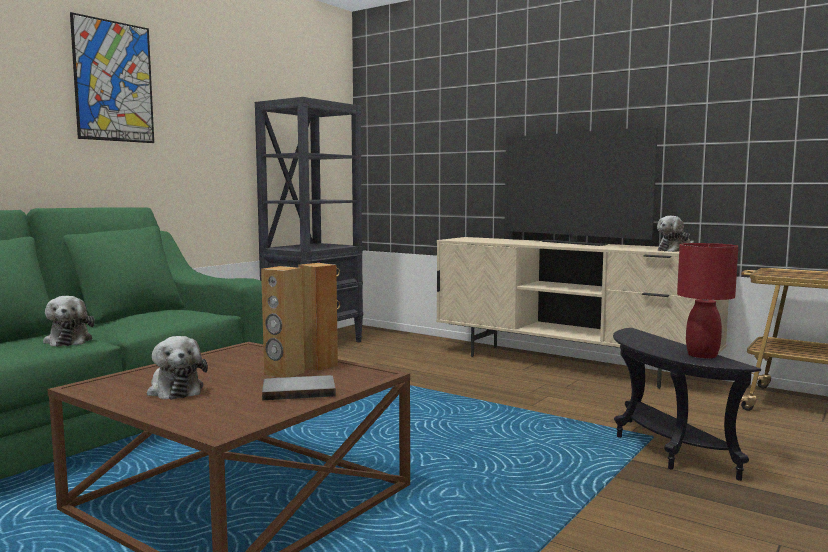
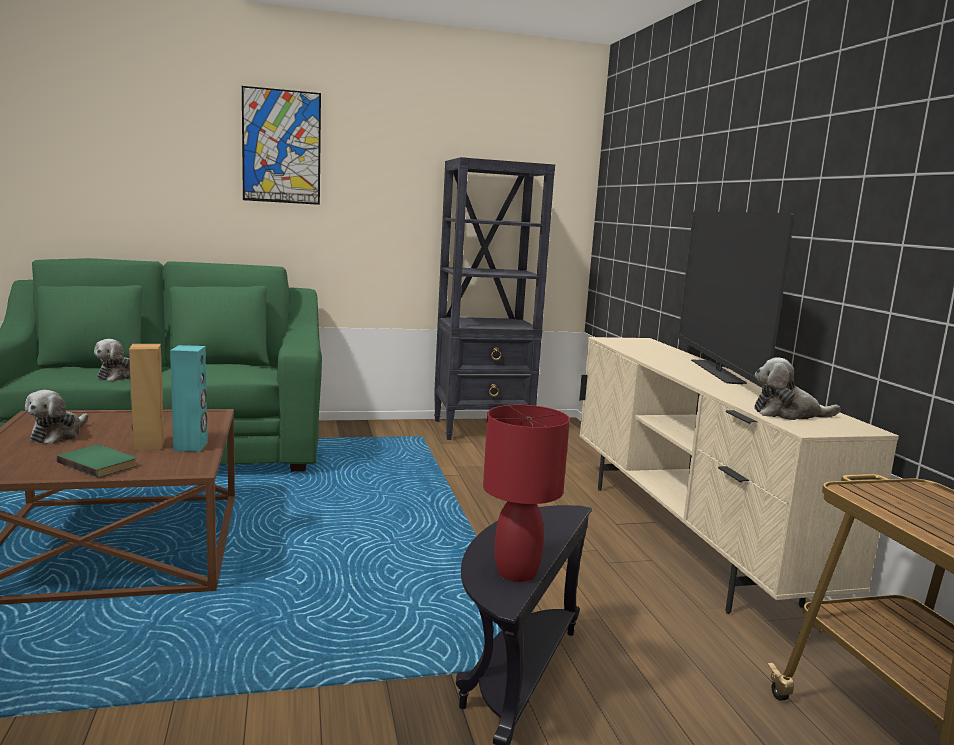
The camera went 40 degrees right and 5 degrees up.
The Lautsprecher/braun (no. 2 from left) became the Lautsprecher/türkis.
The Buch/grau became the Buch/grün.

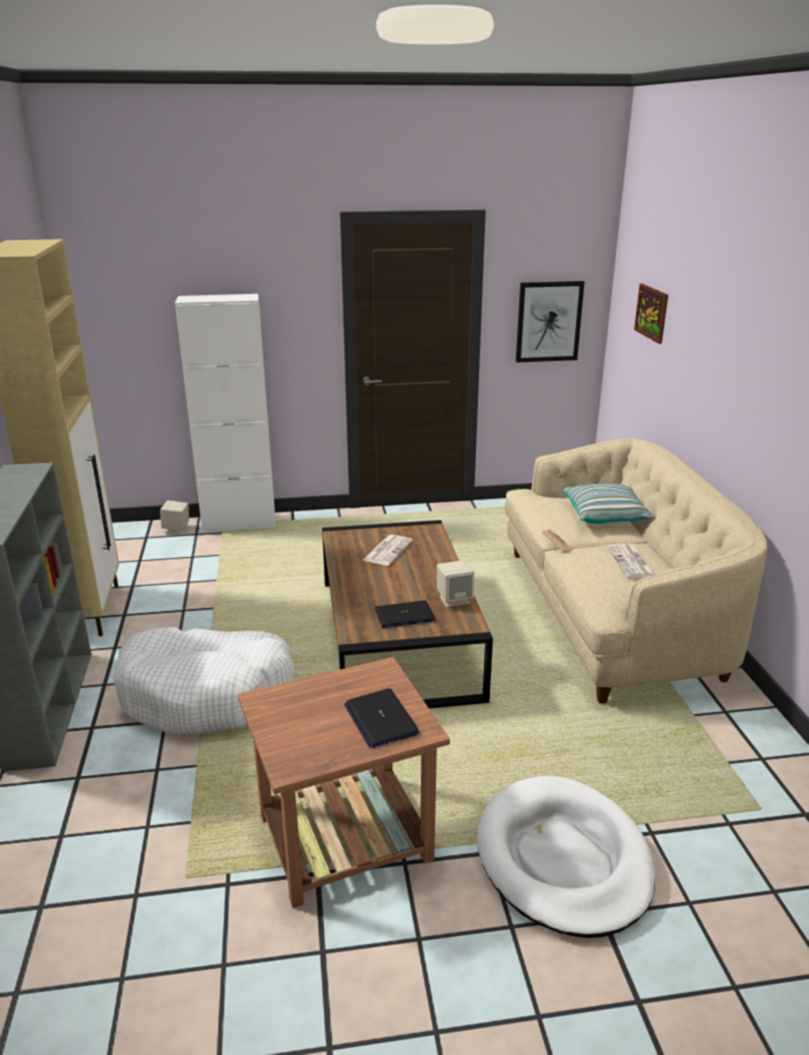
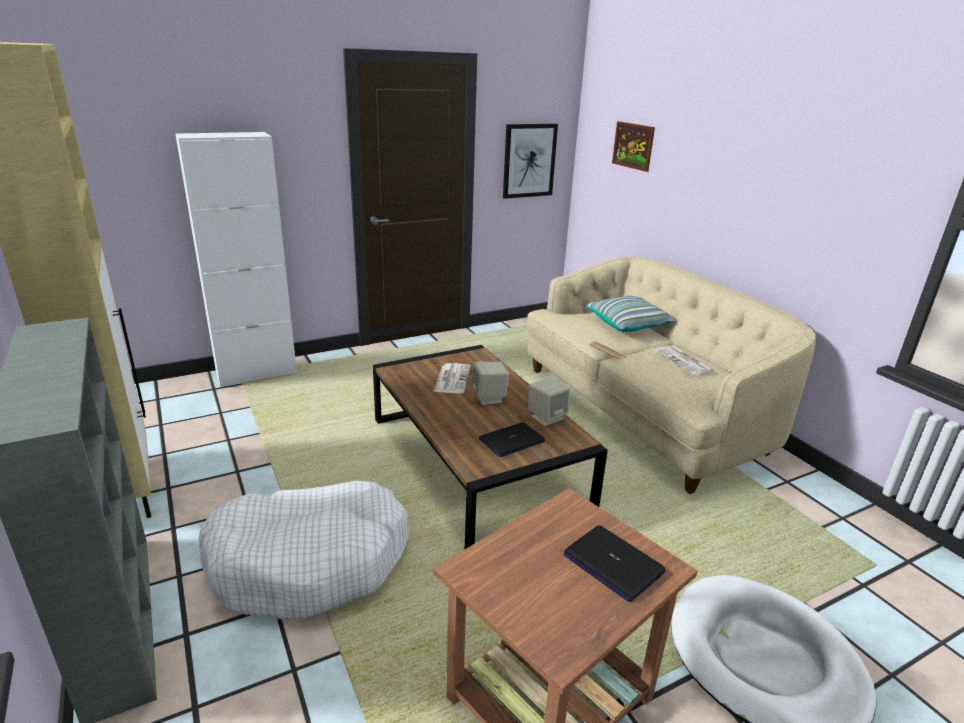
The camera went 20 degrees left and 0 degrees up.
The Lautsprecher/beige (no. 1 from left) moved.

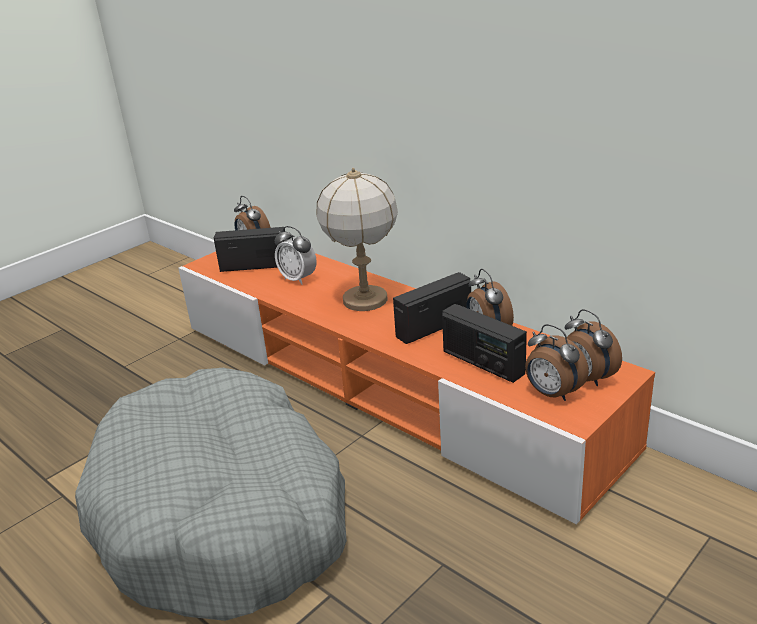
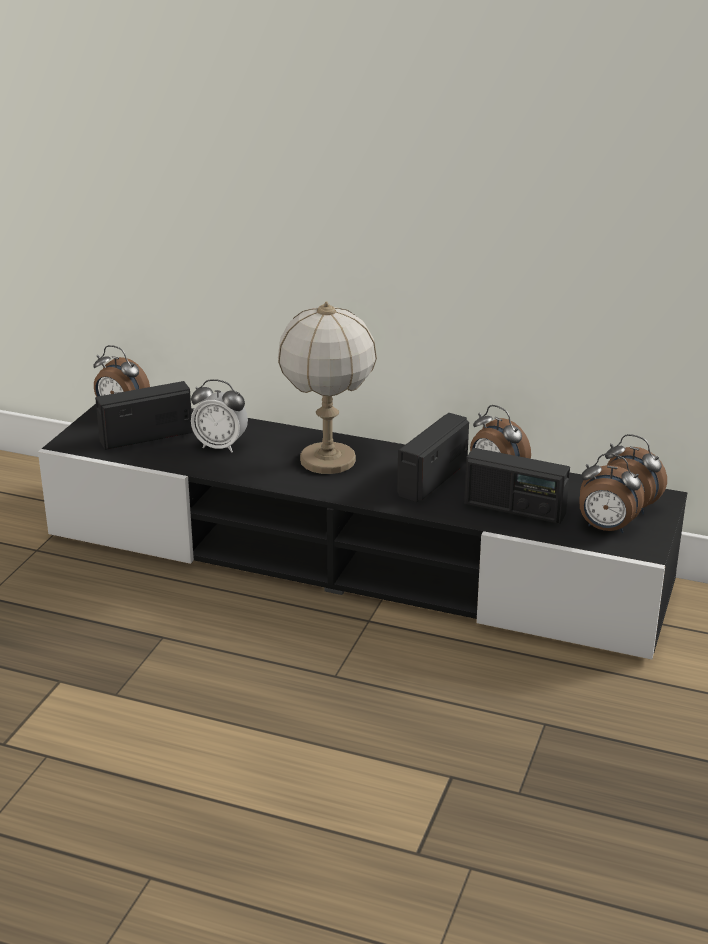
The camera went 25 degrees left and 0 degrees up.
The Fernsehschrank/orange became the Fernsehschrank/schwarz.
The Hundebett/grau disappeared.

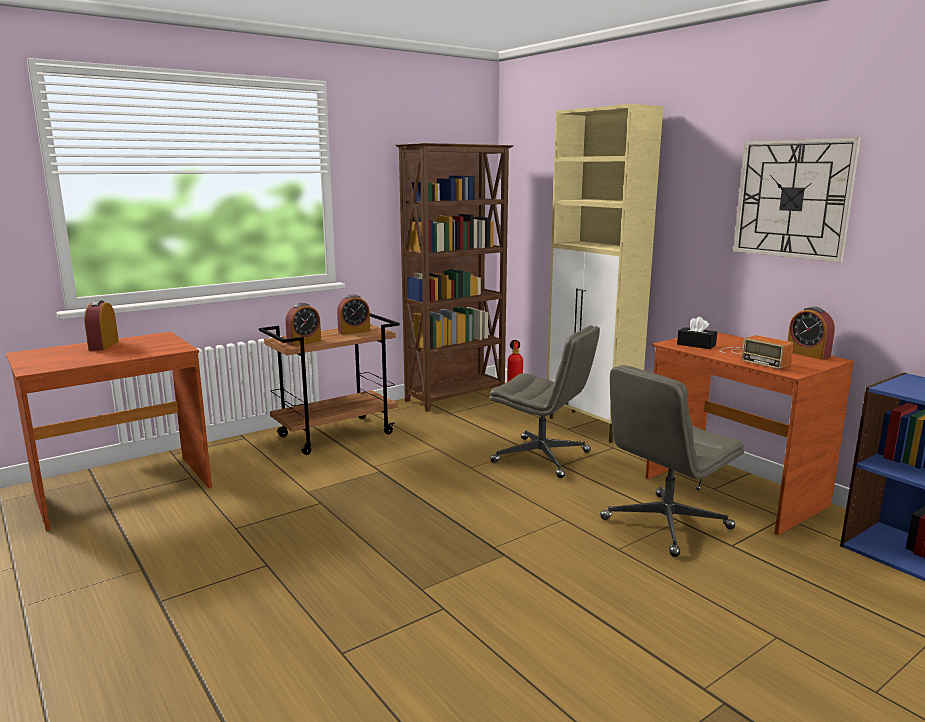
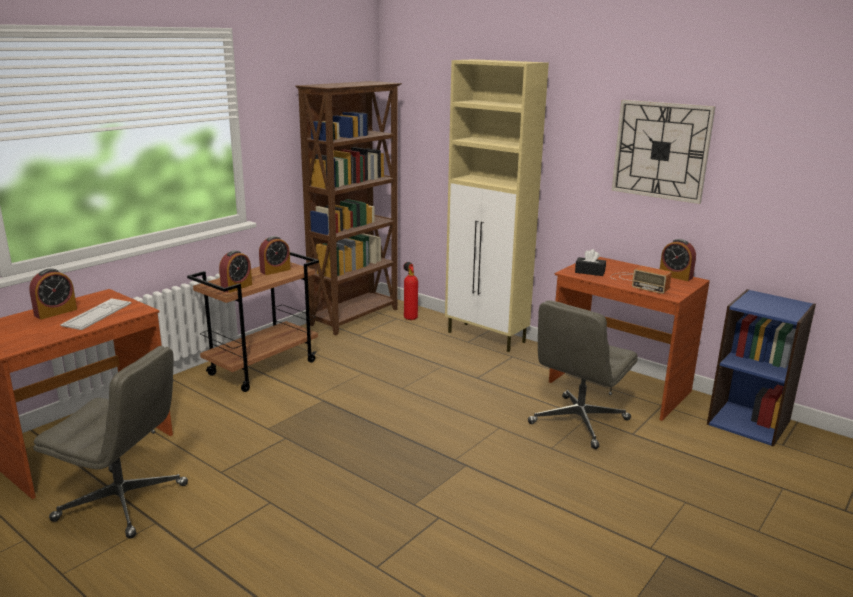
The camera went 15 degrees left and 5 degrees up.
The Wecker (no. 1 from left) turned 120 degrees counterclockwise.
The Bürostuhl/grau (no. 1 from left) moved.
The Tastatur appeared.

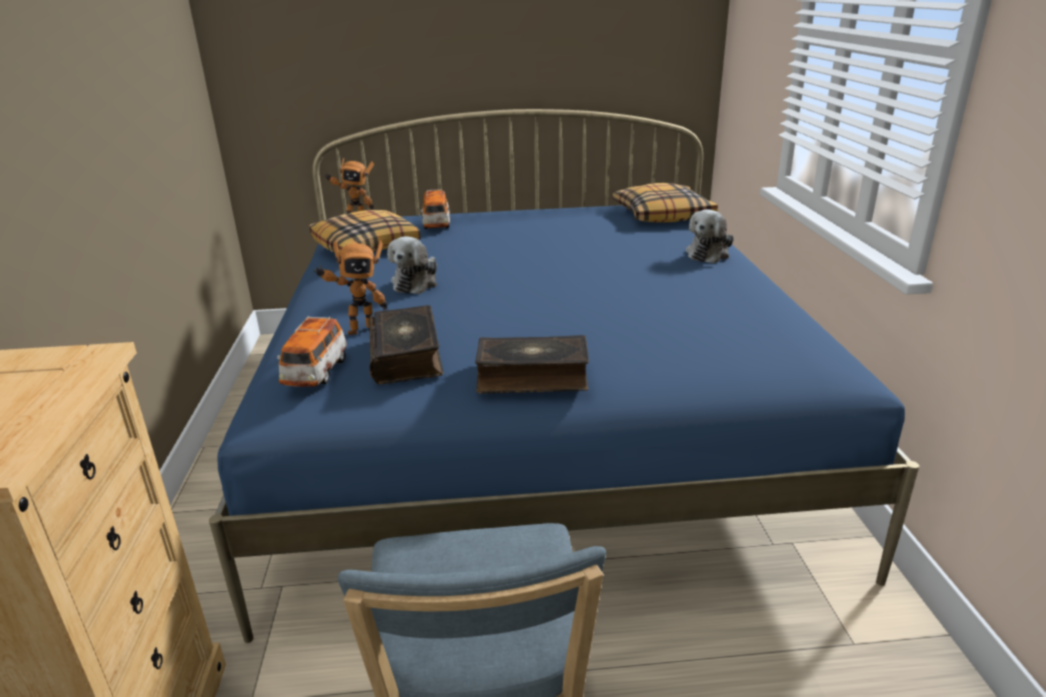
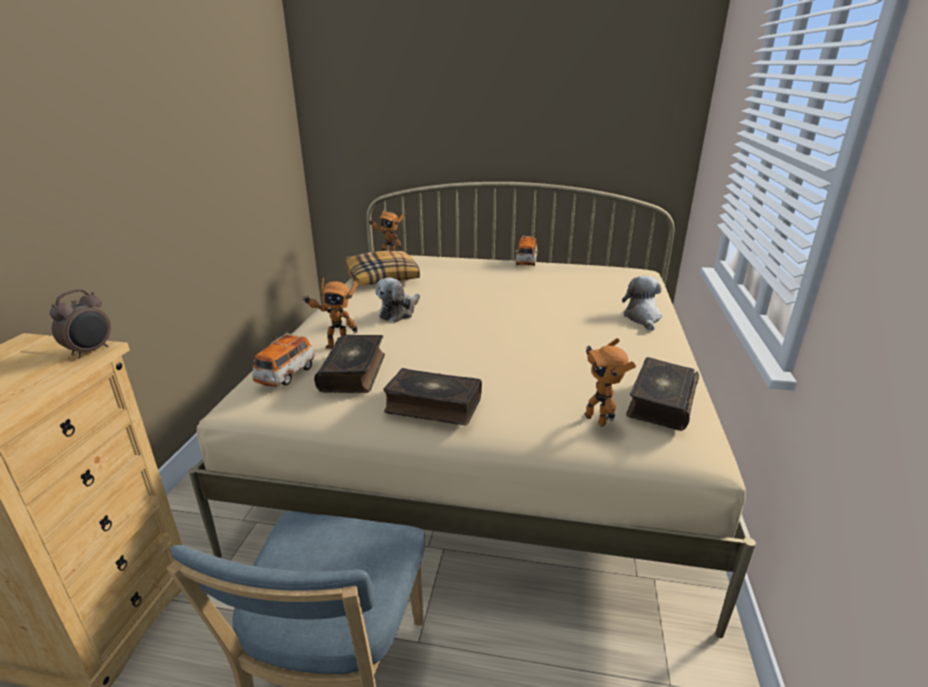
The camera went 15 degrees right and 0 degrees up.
The Bett/blau became the Bett/beige.
The Kissen (no. 2 from left) disappeared.
The Spielzeugauto (no. 2 from left) moved.
The Plüschtier (no. 2 from left) turned 135 degrees clockwise.
The Wecker appeared.
The Spielzeugroboter (no. 3 from left) appeared.
The Buch (no. 3 from left) appeared.

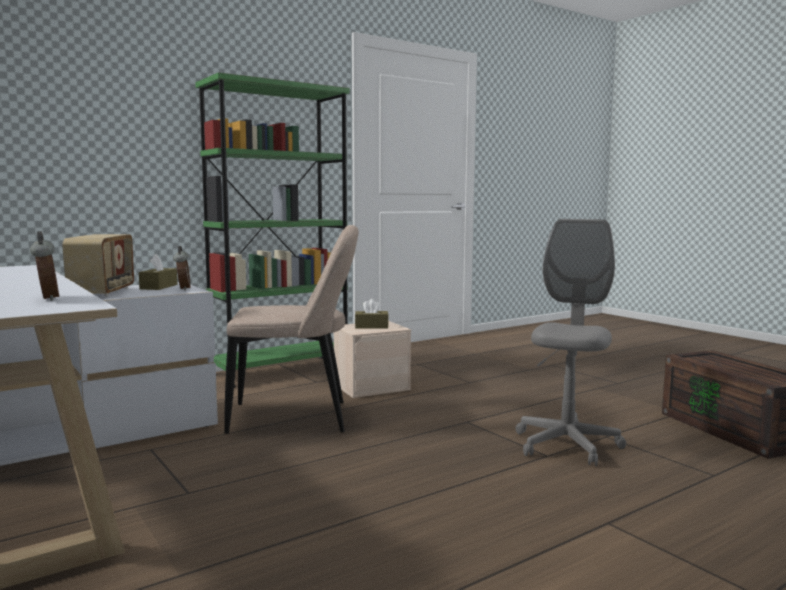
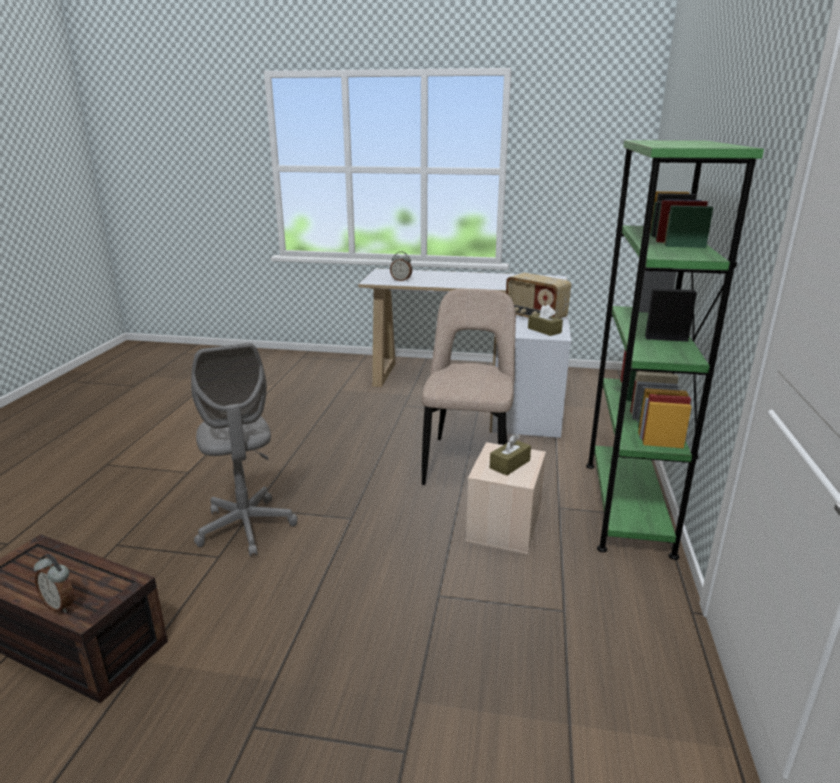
The camera went 135 degrees right and 15 degrees up.
The Stuhl/beige turned 150 degrees clockwise.
The Wecker (no. 2 from left in the first image) moved.

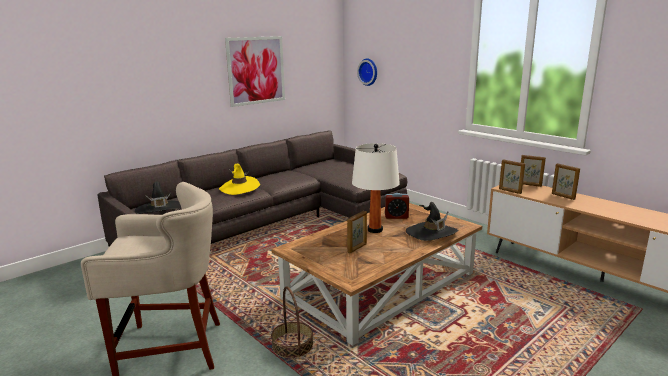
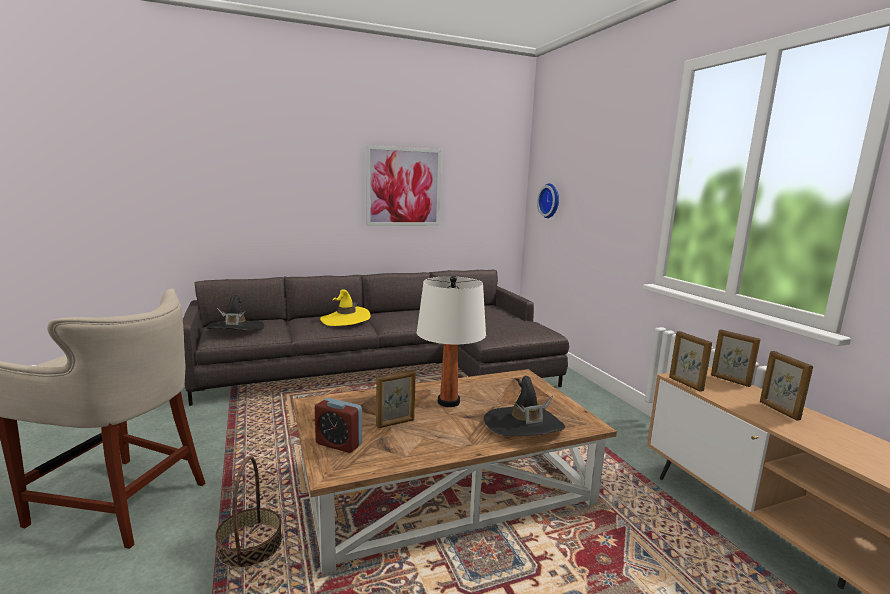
The camera went 20 degrees right and 5 degrees down.
The Wecker moved.

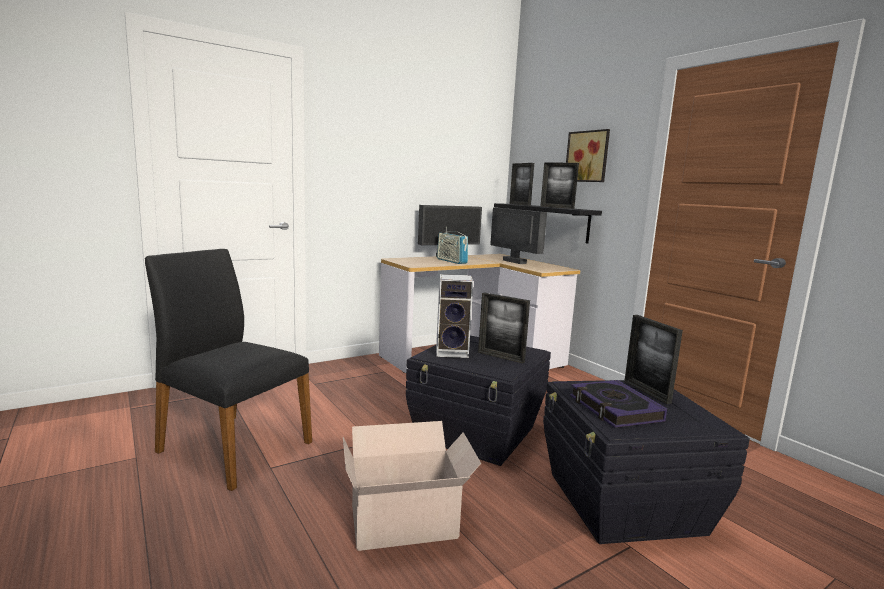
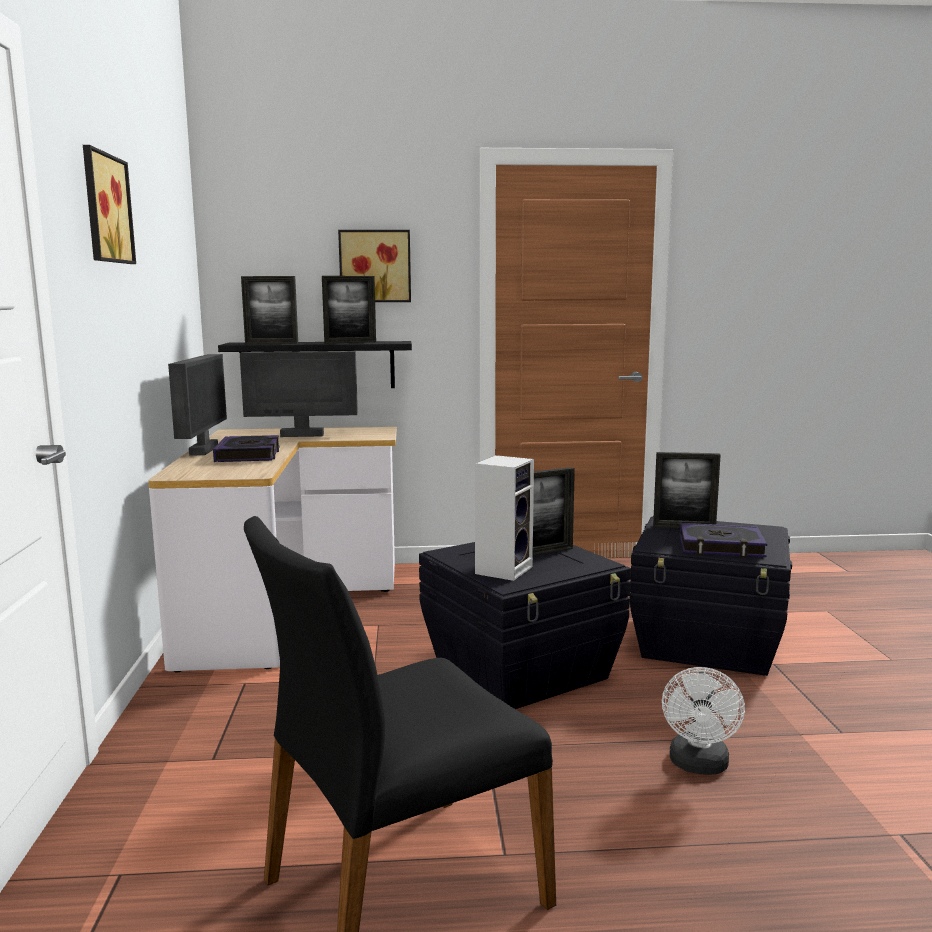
The camera went 60 degrees left and 0 degrees up.
The Radio was replaced by the Buch (no. 1 from left).
The Karton was replaced by the Ventilator/weiß.
The Bild (no. 1 from left) appeared.

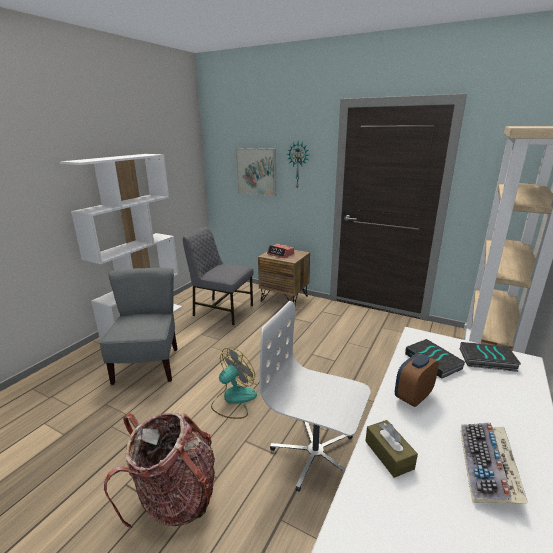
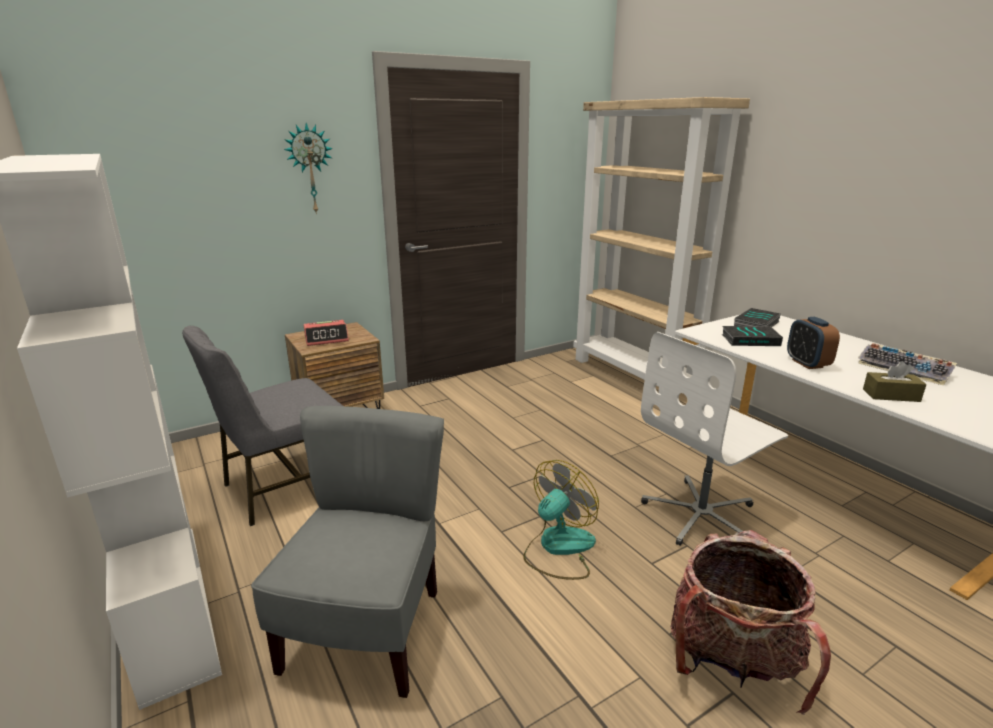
The camera went 60 degrees left and 0 degrees up.
The Bild disappeared.
The Stuhl/grau (no. 1 from left in the first image) turned 75 degrees clockwise.
The Ventilator turned 60 degrees clockwise.

